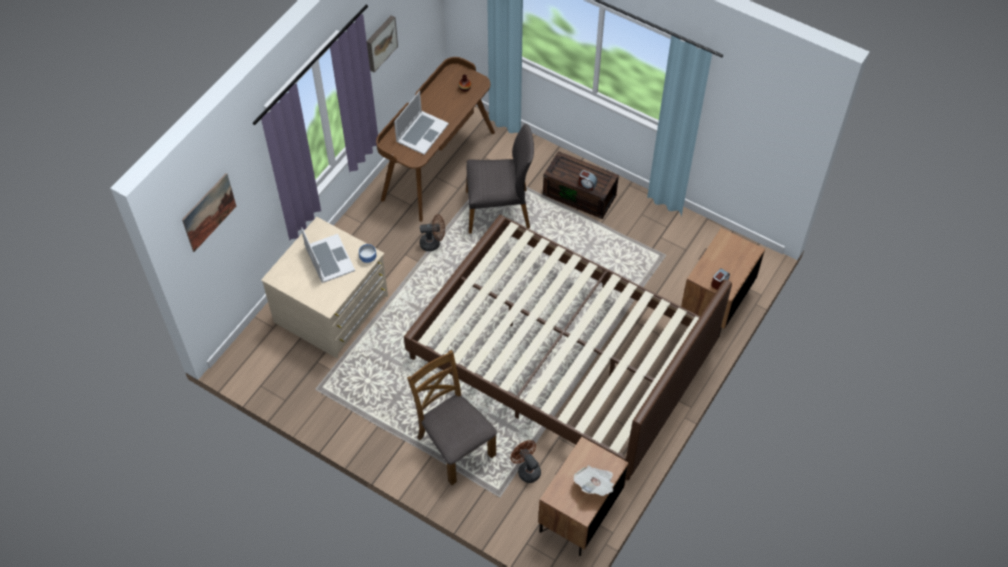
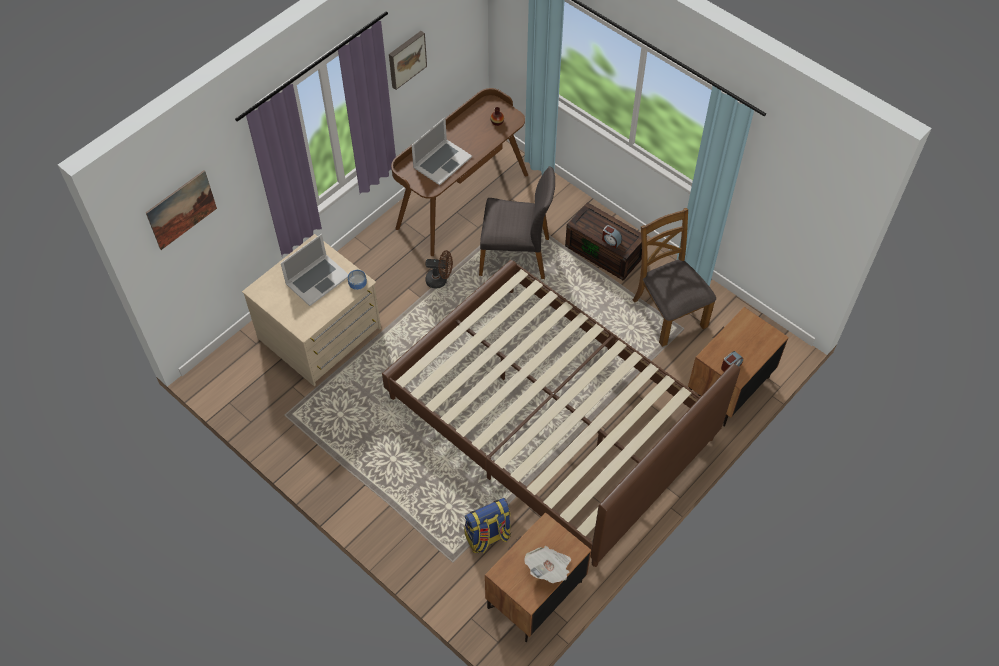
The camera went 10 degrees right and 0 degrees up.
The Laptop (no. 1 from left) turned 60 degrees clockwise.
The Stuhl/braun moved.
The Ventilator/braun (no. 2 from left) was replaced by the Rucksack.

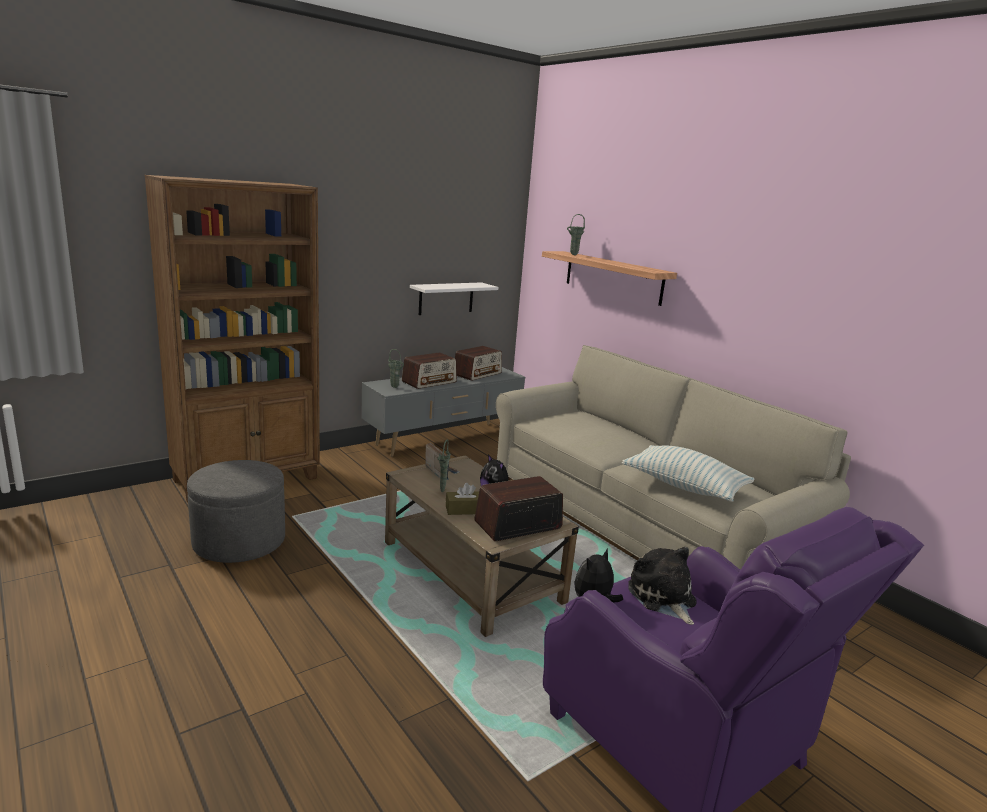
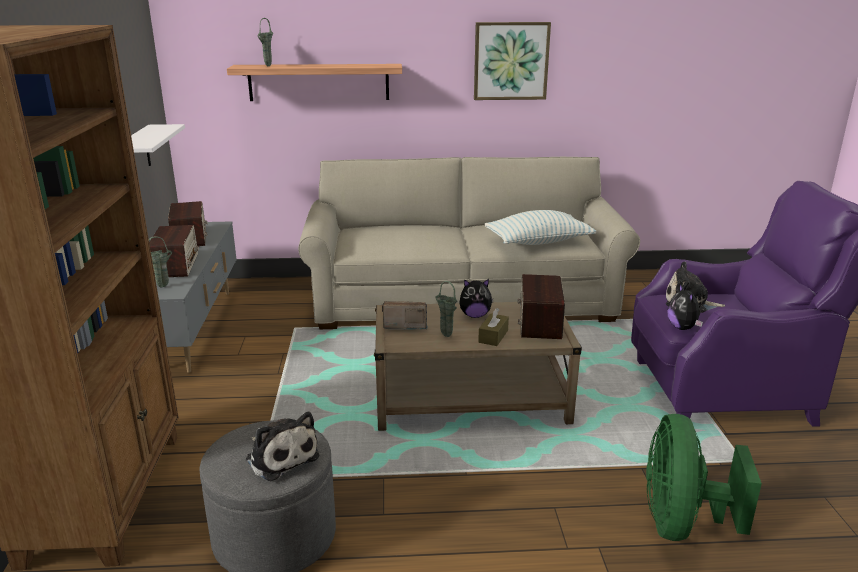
The camera went 55 degrees left and 5 degrees up.
The Bild appeared.
The Plüschtier (no. 1 from left) appeared.
The Ventilator/grün appeared.

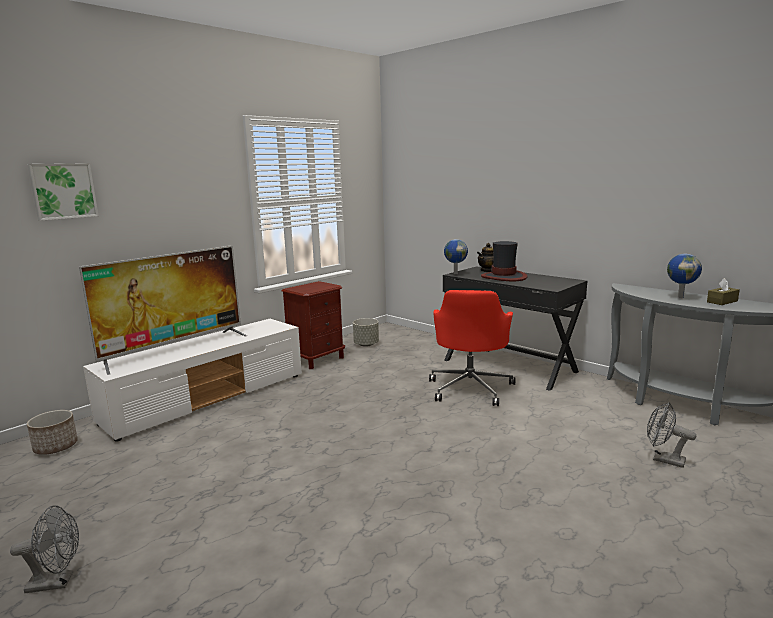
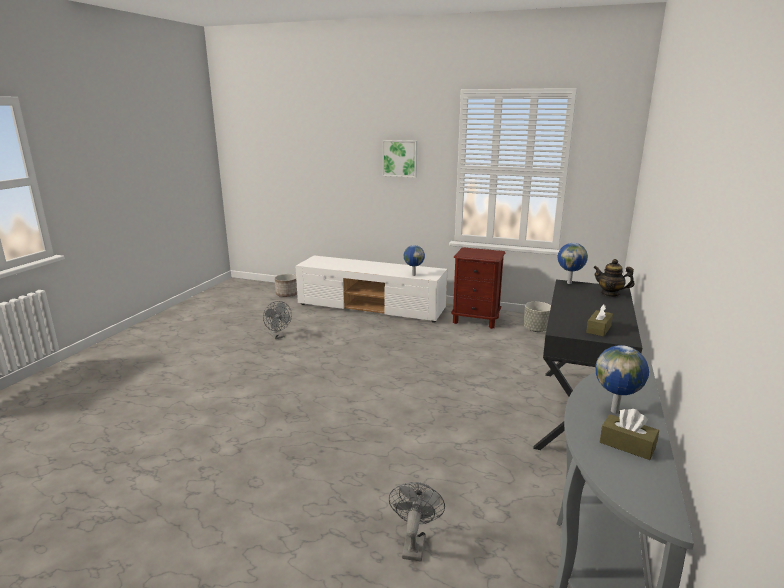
The camera went 65 degrees right and 5 degrees up.
The Bild moved.
The Hut disappeared.
The Fernseher disappeared.
The Bürostuhl/rot disappeared.
The Ventilator/grau (no. 1 from left) moved.
The Globus (no. 1 from left) appeared.
The Taschentuchbox/braun (no. 1 from left) appeared.

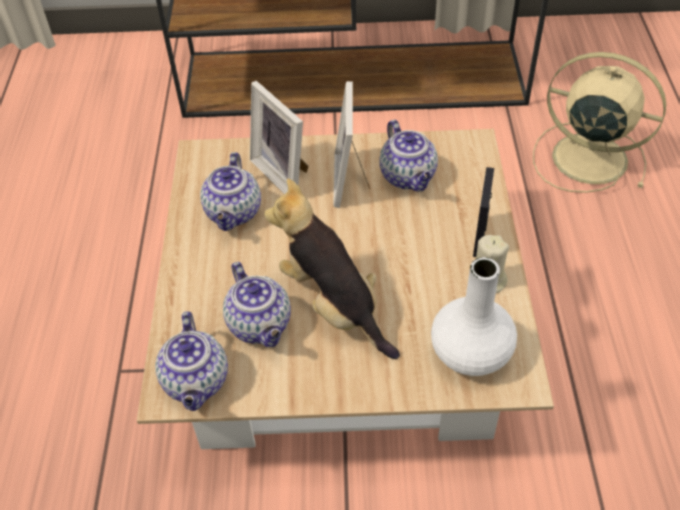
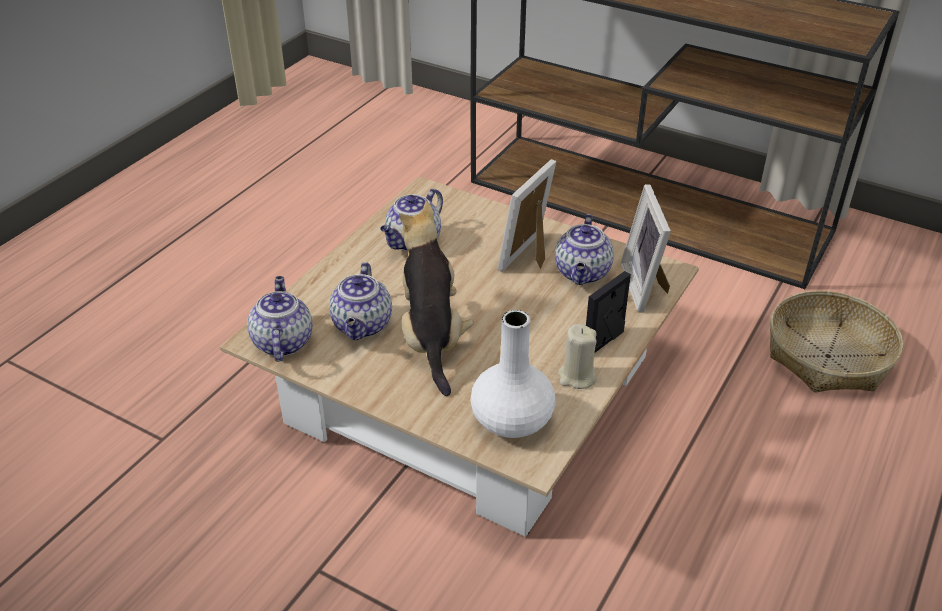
The camera went 30 degrees right and 10 degrees down.
The Ventilator/beige was replaced by the Korb.
The Bilderrahmen (no. 1 from left in the first image) moved.
The Teekanne (no. 1 from left) turned 150 degrees clockwise.

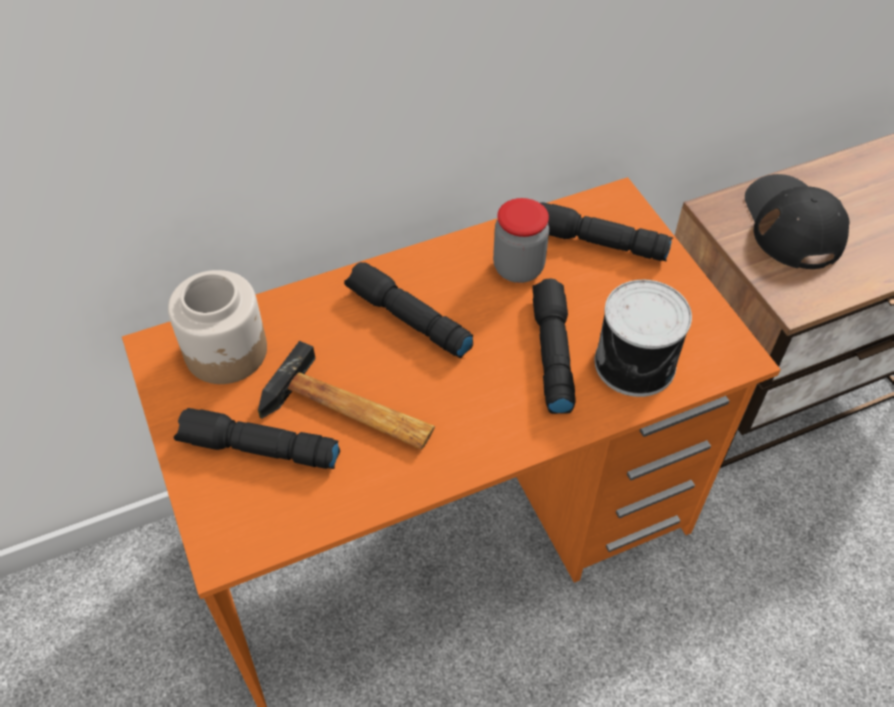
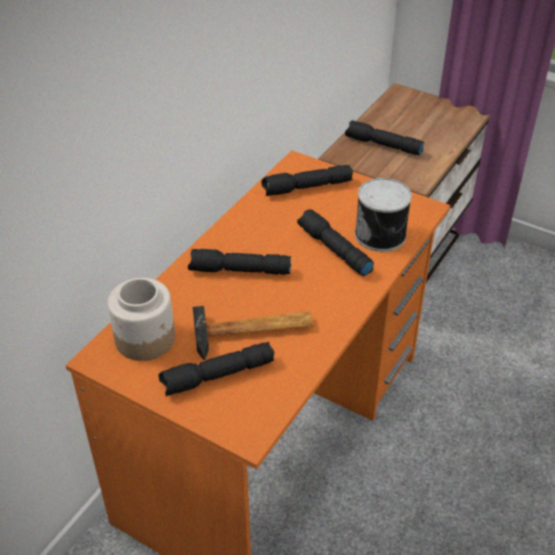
The camera went 35 degrees left and 10 degrees down.
The Kappe/schwarz was replaced by the Taschenlampe/schwarz (no. 5 from left).
The Vorratsglas (no. 2 from left) disappeared.

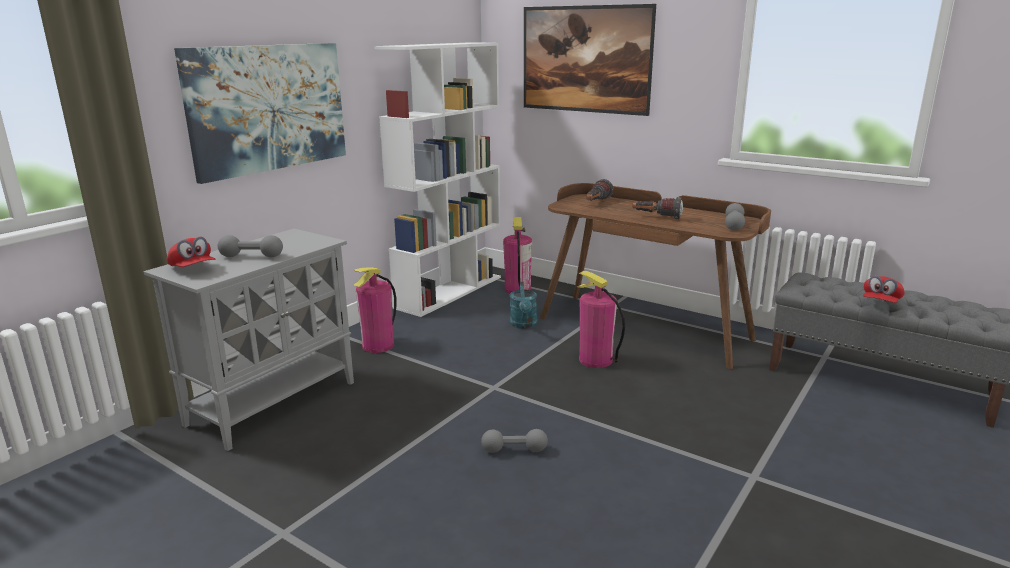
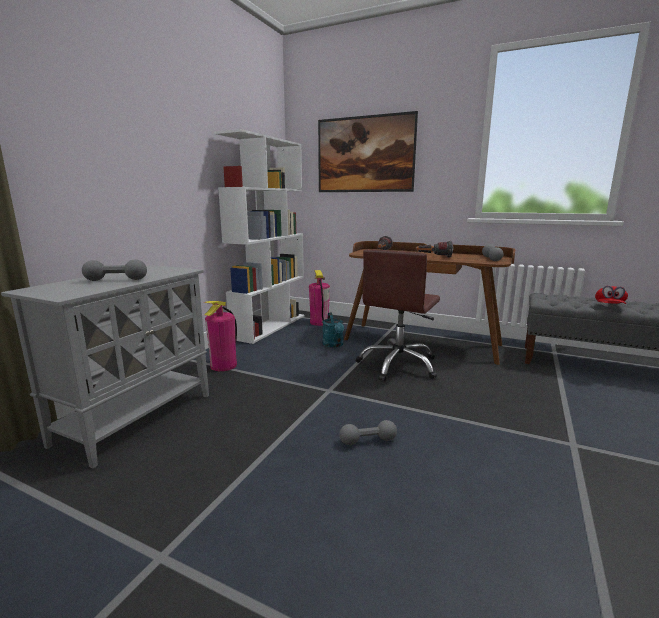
The camera went 10 degrees left and 5 degrees down.
The Bild (no. 1 from left) disappeared.
The Kappe/rot (no. 1 from left) disappeared.
The Feuerlöscher (no. 3 from left) was replaced by the Bürostuhl/braun.

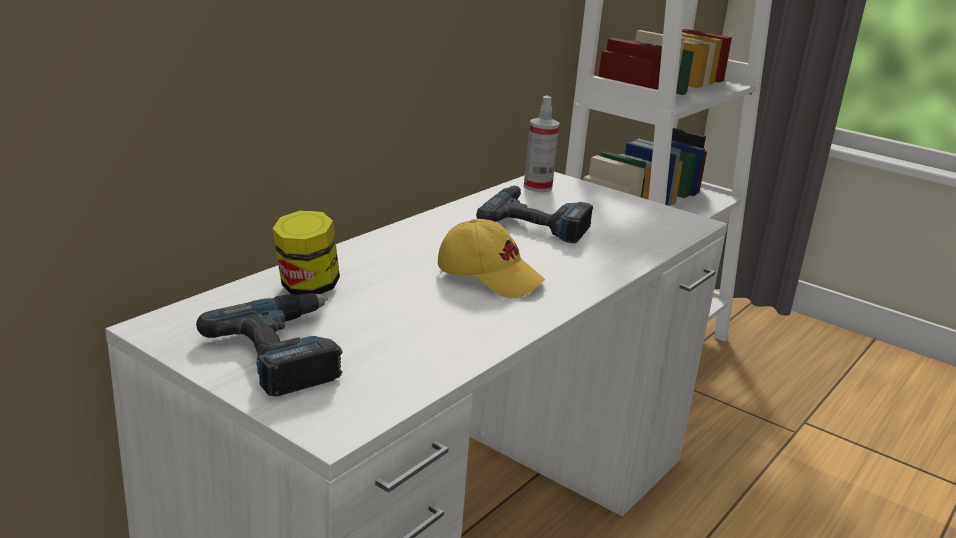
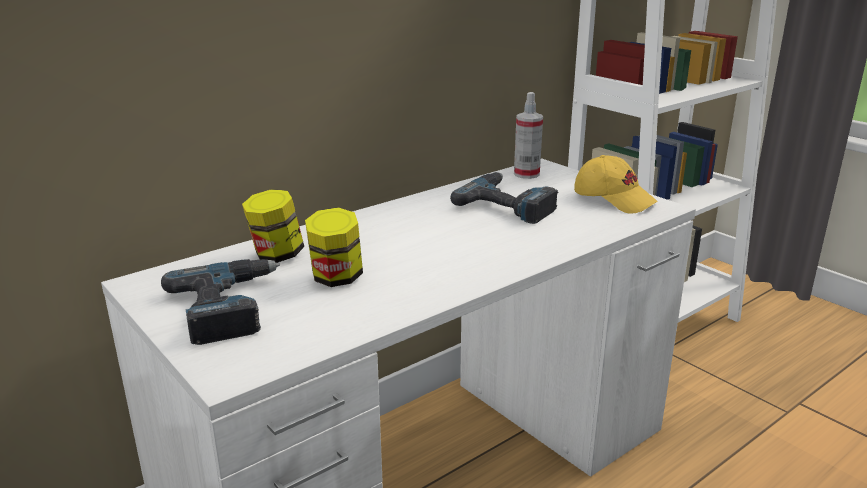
The camera went 15 degrees right and 0 degrees up.
The Kappe/gelb moved.
The Vorratsglas (no. 2 from left) appeared.

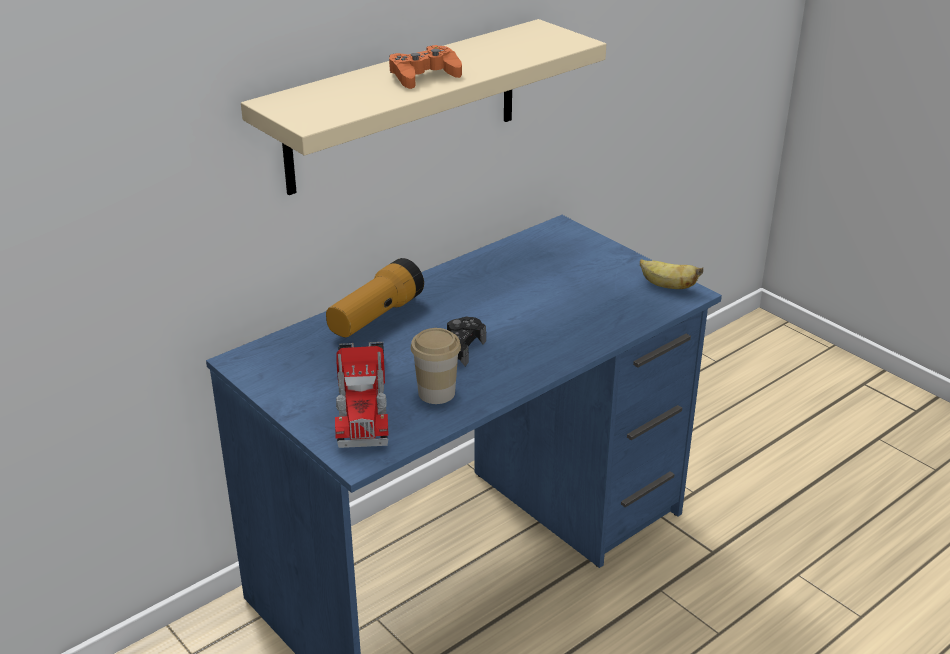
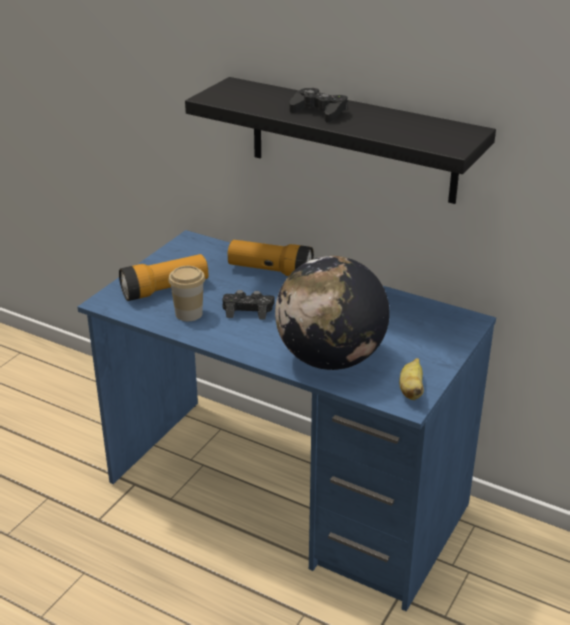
The camera went 70 degrees right and 0 degrees up.
The Wandregal/beige became the Wandregal/schwarz.
The Gamepad/orange became the Gamepad/schwarz (no. 2 from left).
The Spielzeuglaster was replaced by the Taschenlampe (no. 1 from left).
The Globus appeared.

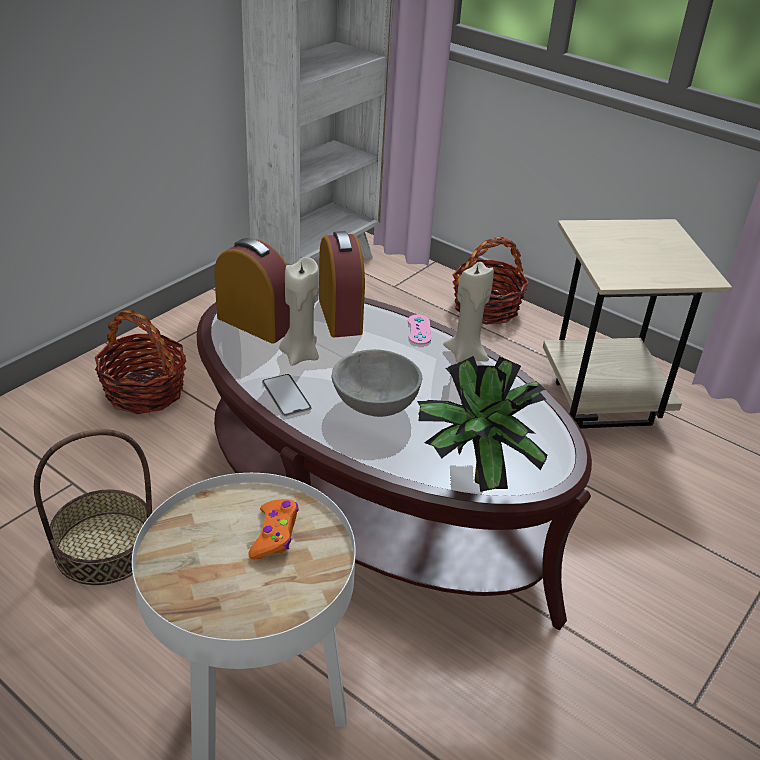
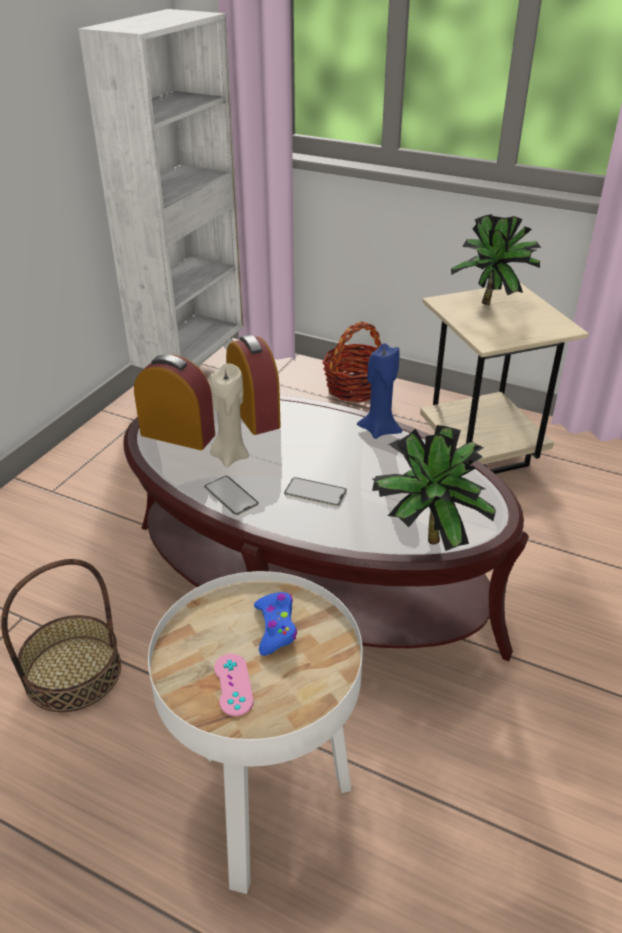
The camera went 10 degrees left and 0 degrees up.
The Kerze/beige (no. 2 from left) became the Kerze/blau.
The Korb (no. 2 from left) disappeared.
The Gamepad/rosa moved.
The Schüssel/grau was replaced by the Handy (no. 2 from left).
The Gamepad/orange became the Gamepad/blau.
The Topfpflanze (no. 2 from left) appeared.

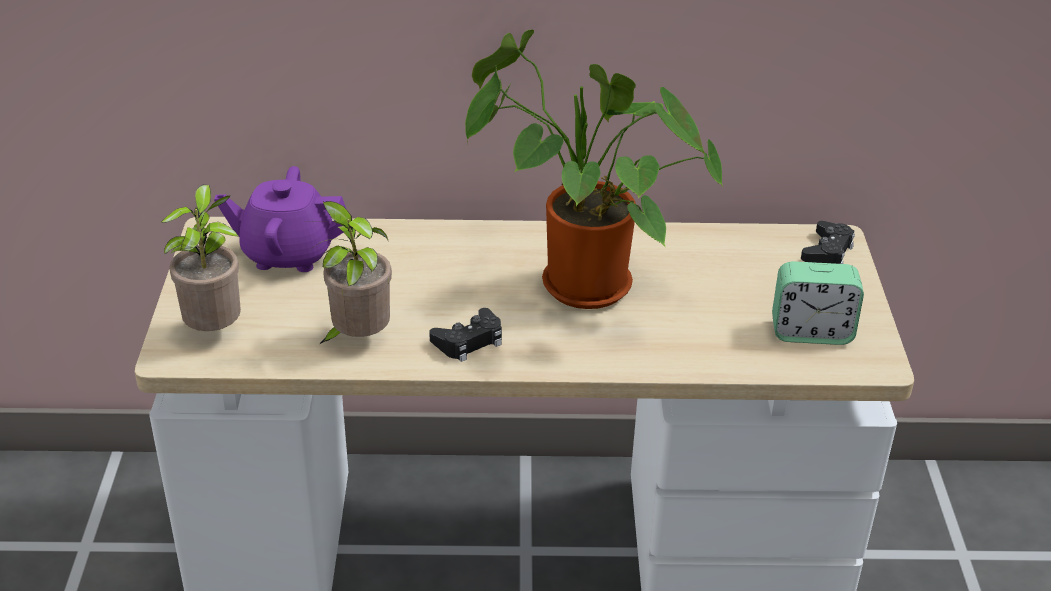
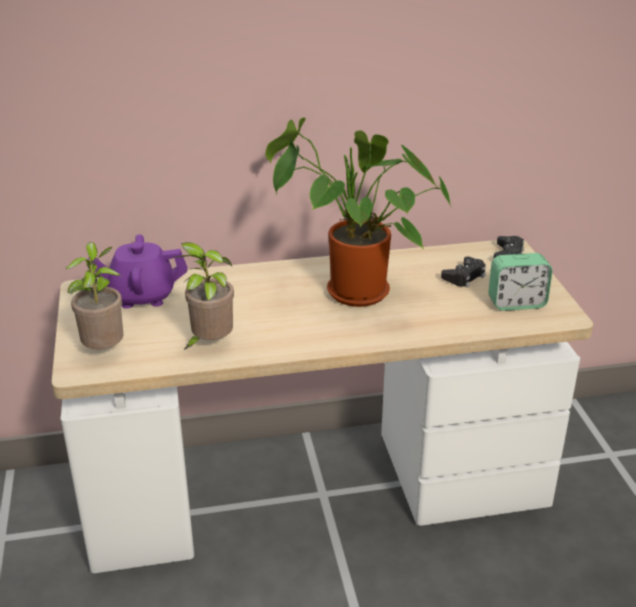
The camera went 10 degrees left and 5 degrees down.
The Gamepad/schwarz (no. 1 from left) moved.

